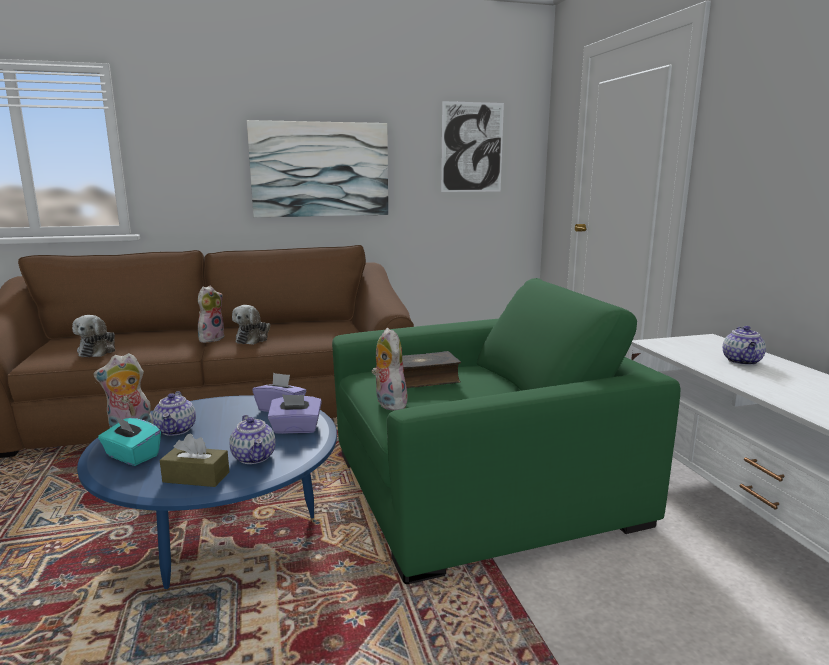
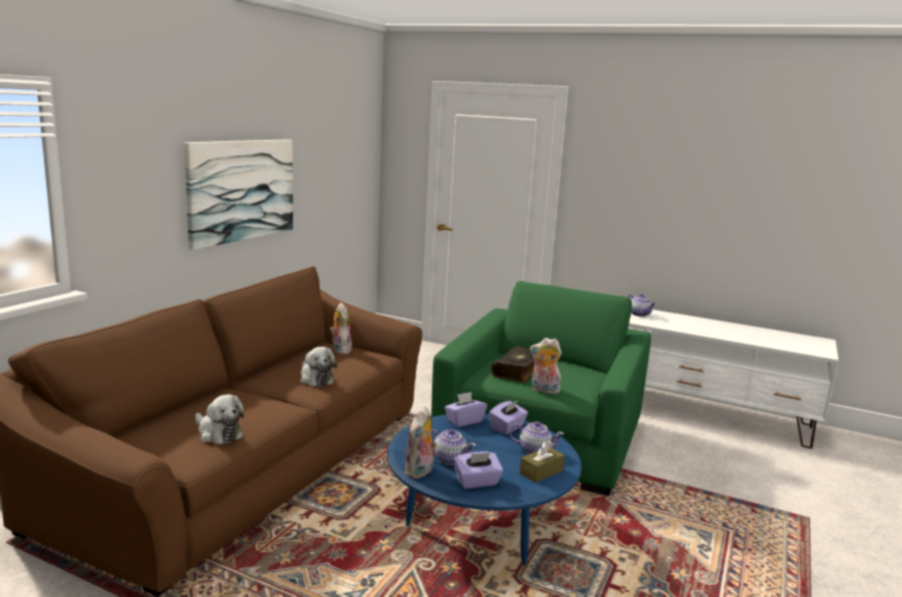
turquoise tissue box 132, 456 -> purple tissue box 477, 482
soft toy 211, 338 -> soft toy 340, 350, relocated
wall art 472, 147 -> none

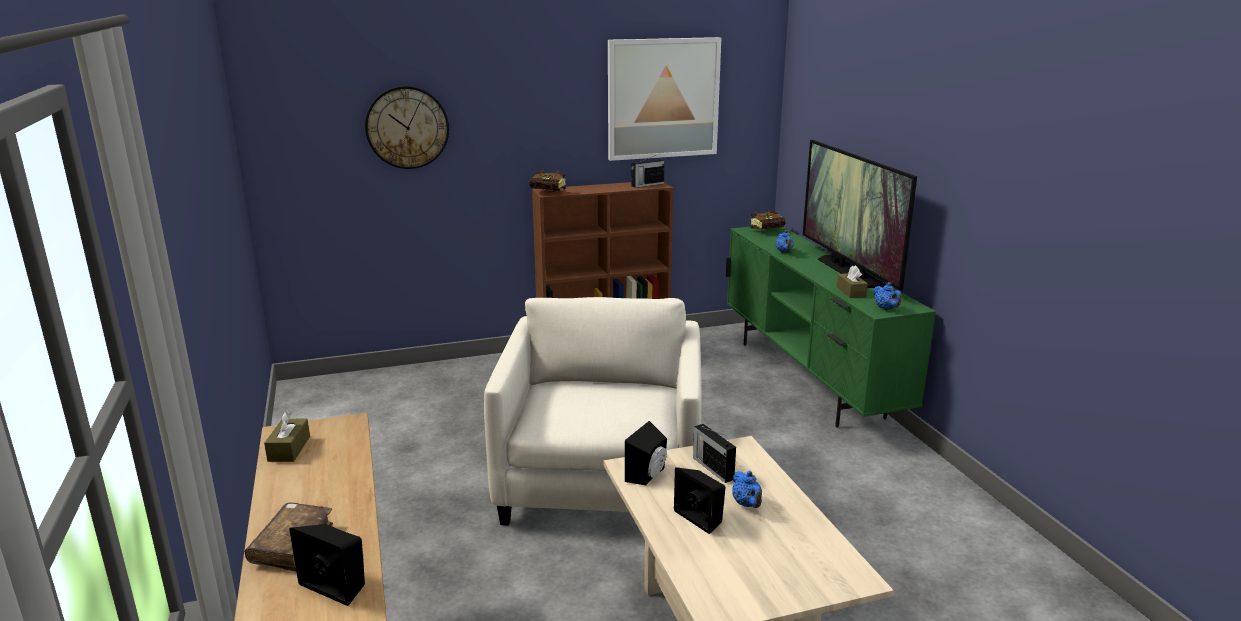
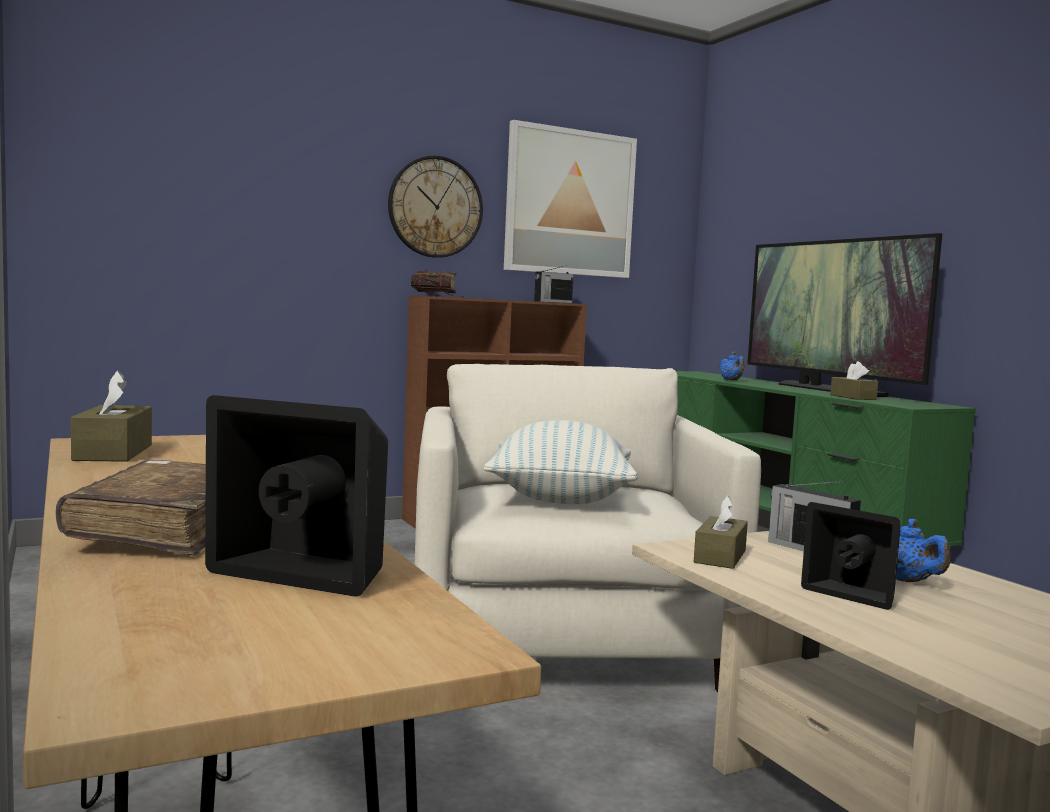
clock on the wall 407, 127 -> clock on the wall 435, 207, relocated
blackish loudspeaker 648, 475 -> brown-coloured tissue box 720, 556
volume 770, 230 -> none
blue teapot 886, 309 -> none
none -> cushion 560, 499

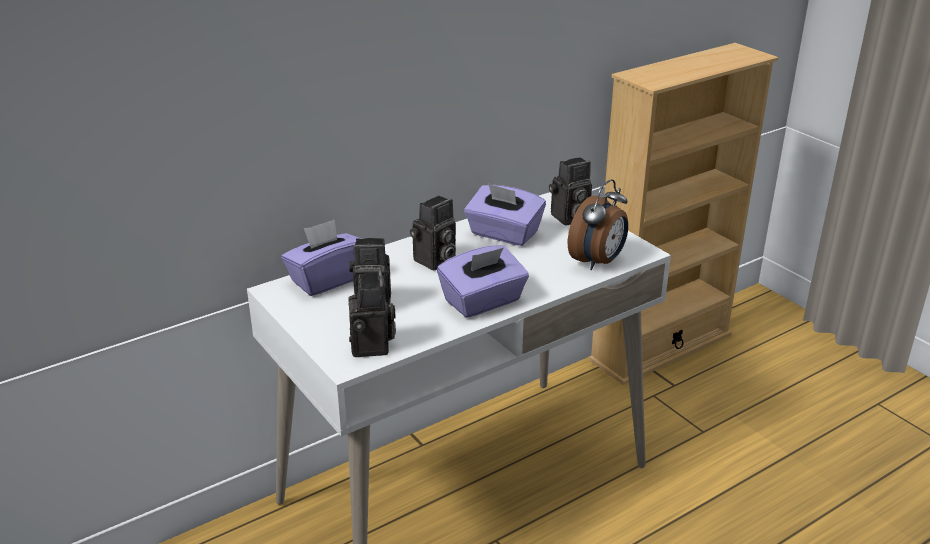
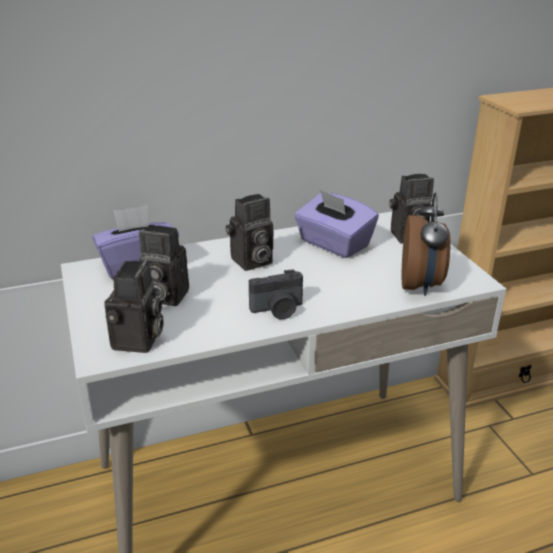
purple tissue box 483, 302 -> still camera 278, 310
table clock 598, 262 -> table clock 421, 285, 45 degrees counterclockwise

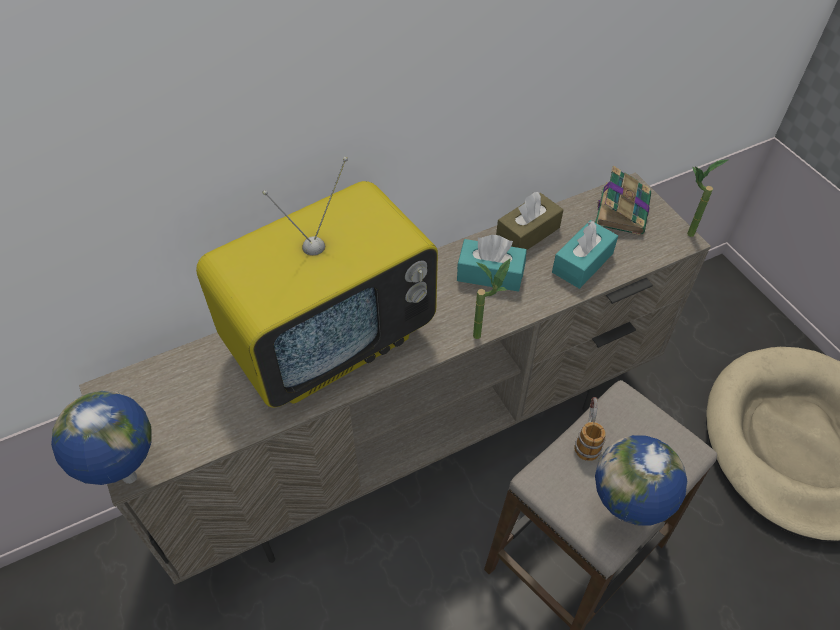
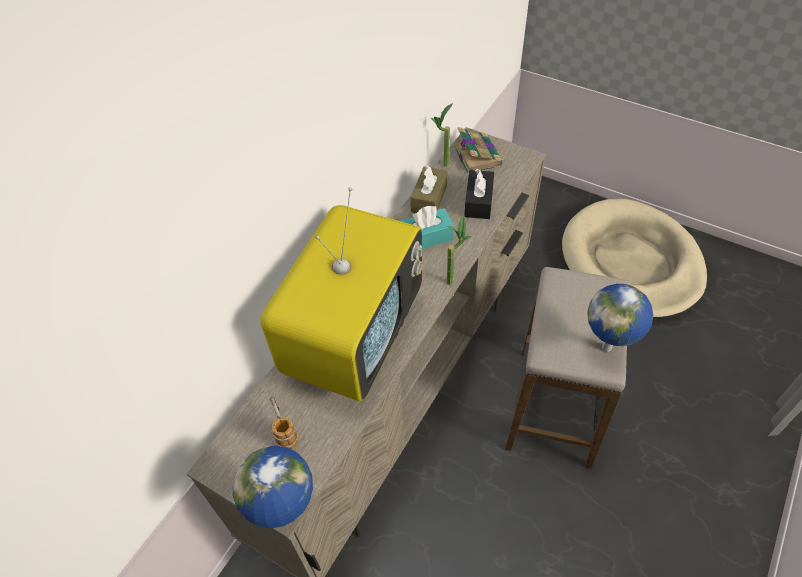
turquoise tissue box 582, 263 -> blackish tissue box 478, 201
coffee mug 587, 438 -> coffee mug 284, 431, relocated
potted plant 683, 234 -> potted plant 441, 166, relocated

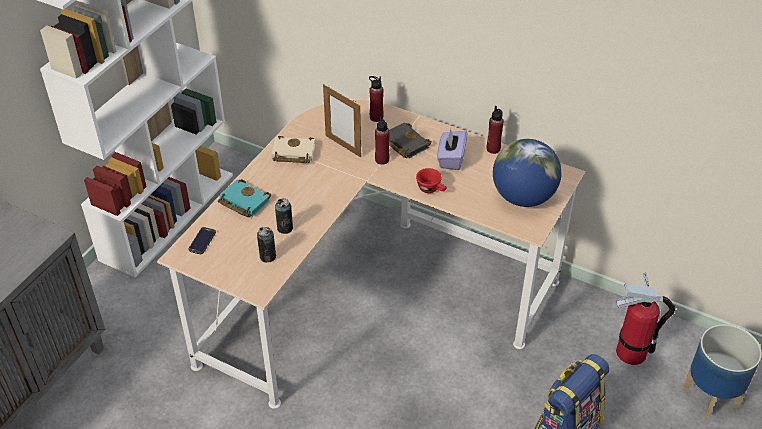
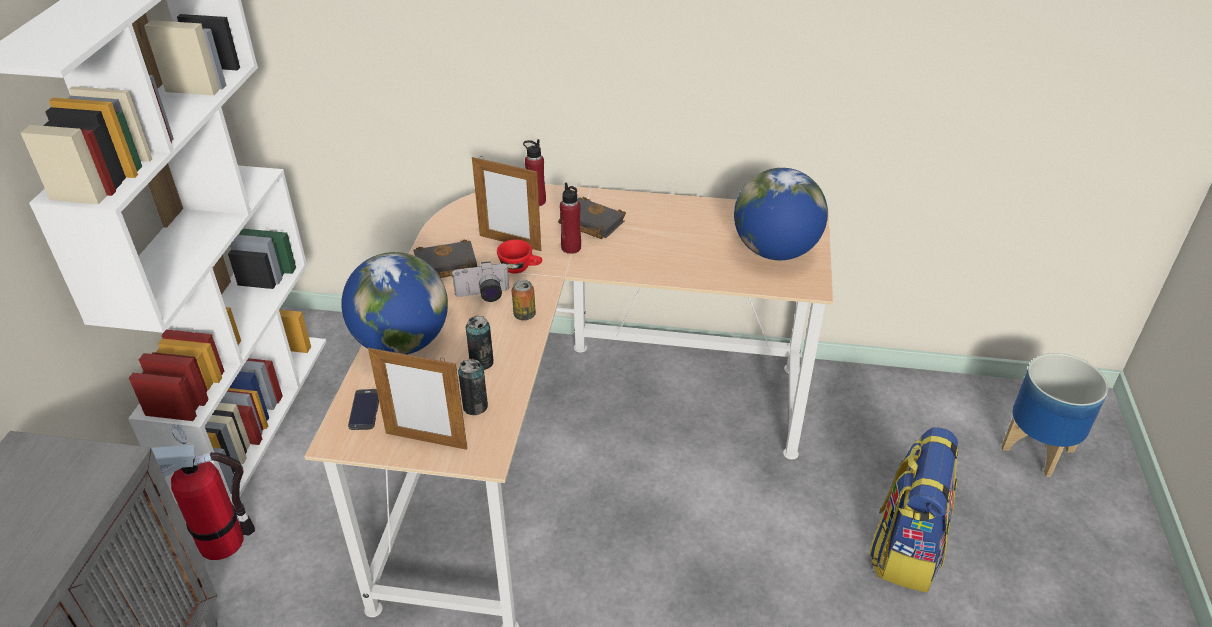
turquoise volume 242, 202 -> world globe 402, 342
sand-coloured volume 292, 153 -> blackish volume 444, 266
red small cup 431, 189 -> red small cup 520, 268, relocated
purple tissue box 451, 159 -> none
red drink bottle 493, 149 -> none
extinguisher 631, 352 -> extinguisher 222, 541, relocated
none -> photo frame 426, 441
none -> still camera 483, 295
none -> metal can 524, 315

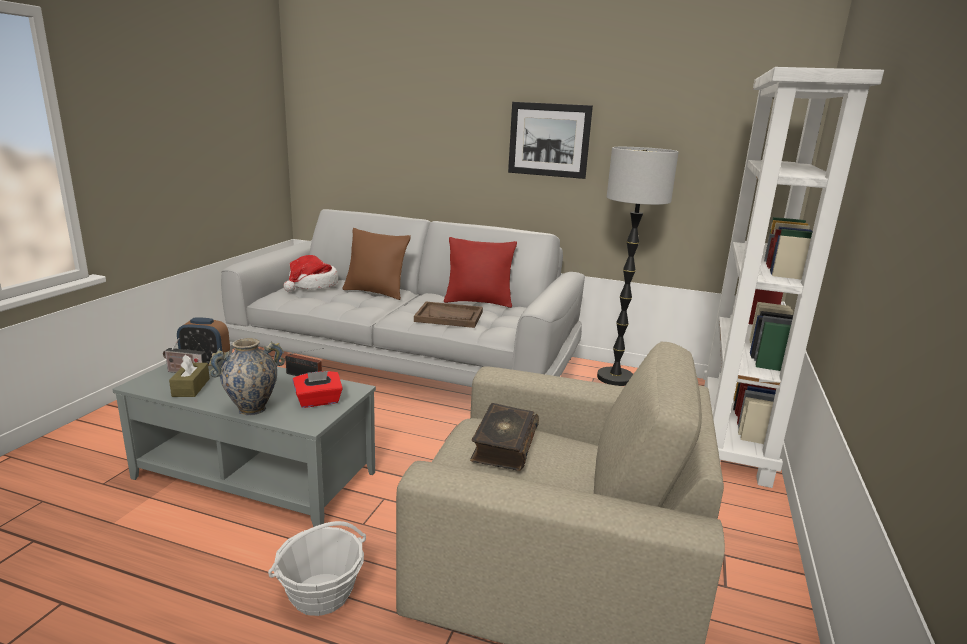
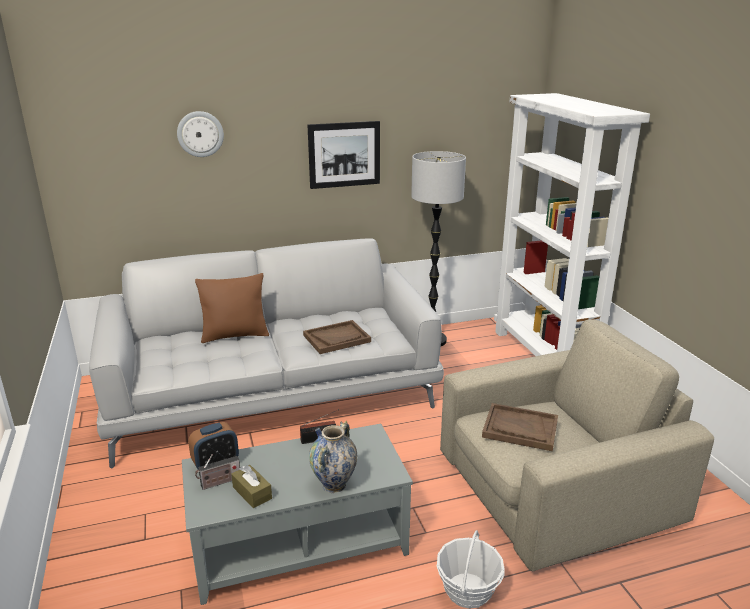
hat 312, 285 -> none
red tissue box 318, 401 -> none
red cushion 478, 302 -> none
volume 503, 446 -> brown-coloured carrying tray 520, 428
none -> clock on the wall 200, 134

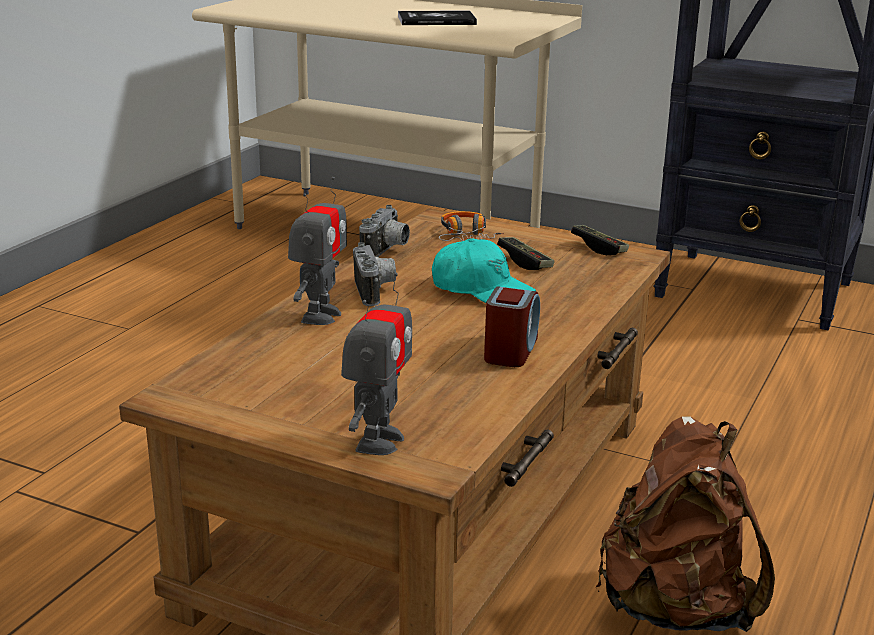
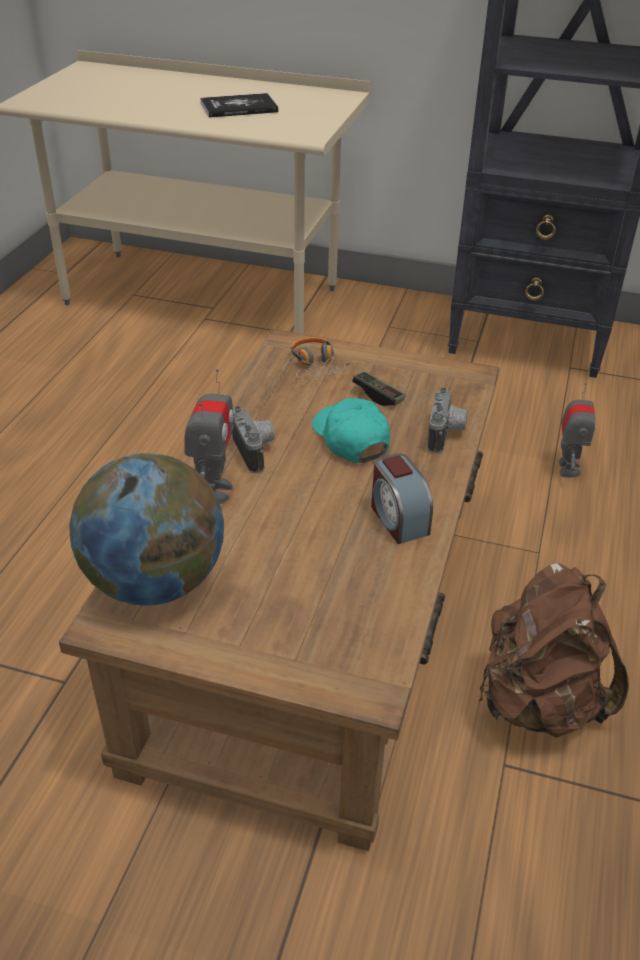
toy robot 378, 441 -> toy robot 567, 468, relocated
still camera 387, 251 -> still camera 446, 435, relocated
turquoise cap 481, 290 -> turquoise cap 350, 439, 135 degrees counterclockwise
table clock 511, 350 -> table clock 398, 519, 150 degrees clockwise
joypad 599, 248 -> none
none -> world globe 154, 582

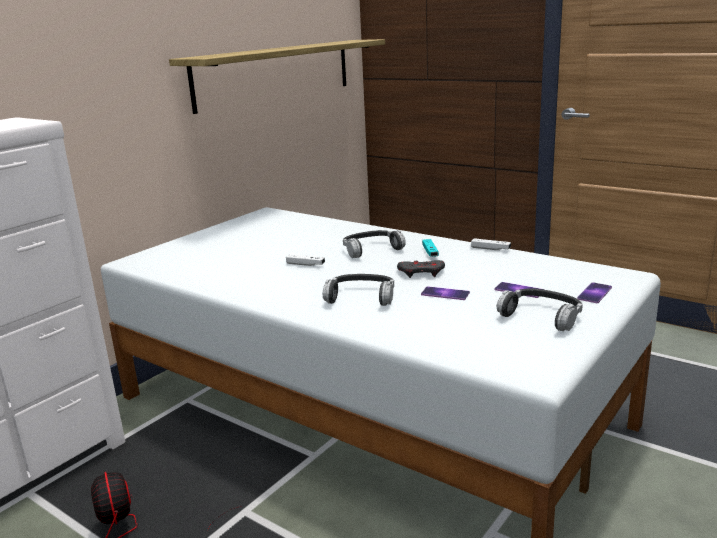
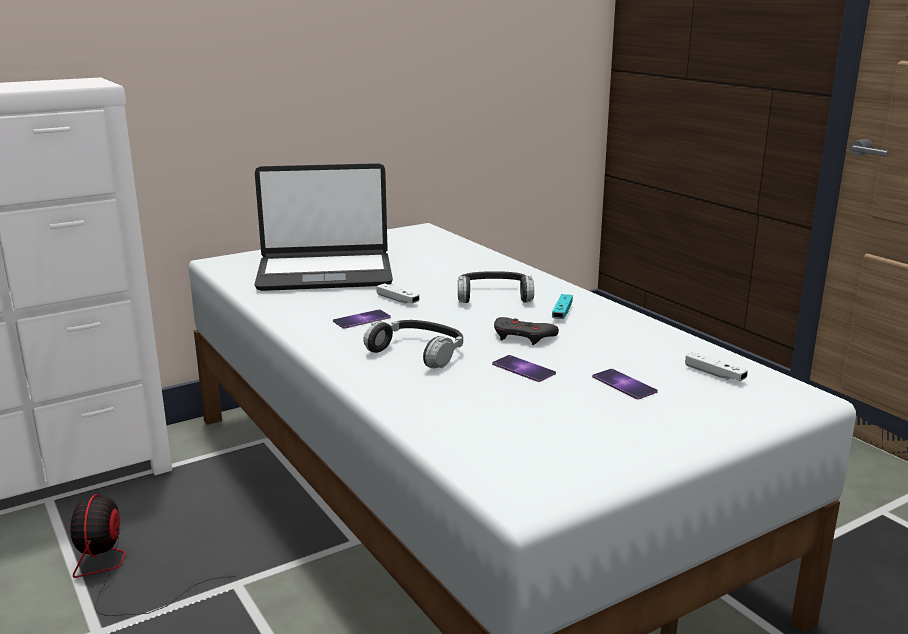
shelf 276, 73 -> none
white joypad 490, 249 -> white joypad 714, 374, relocated
headphones 541, 316 -> none
handset 594, 293 -> handset 362, 319, relocated
none -> laptop 325, 273

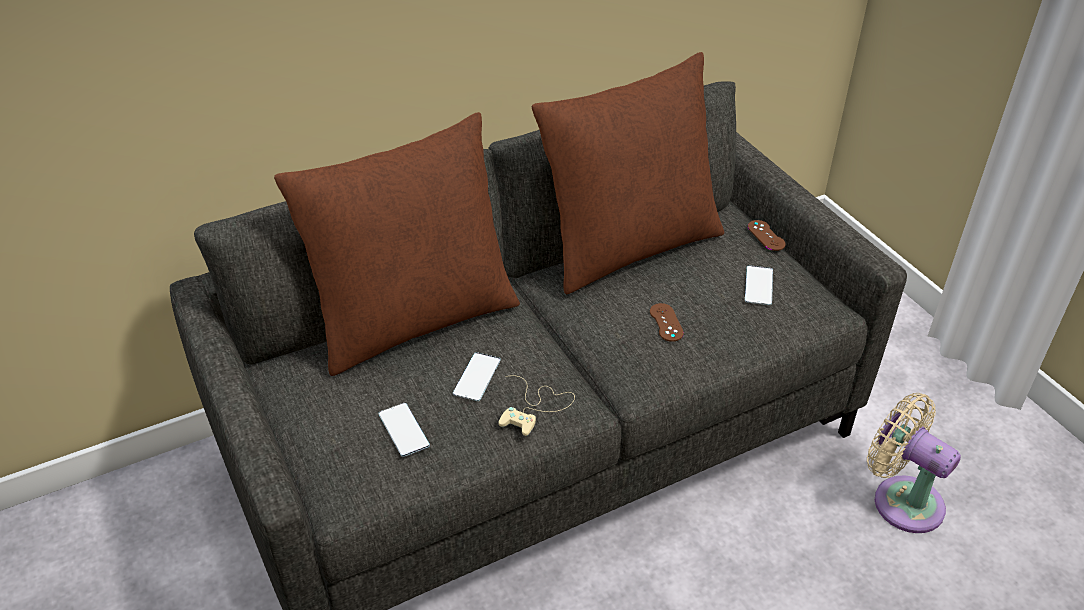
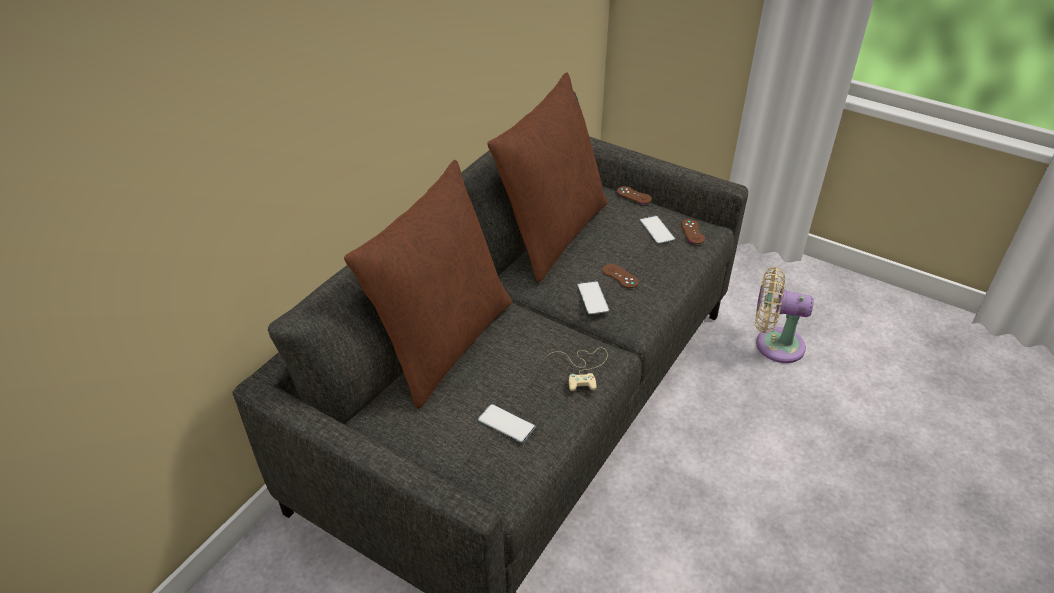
handset 477, 377 -> handset 592, 298, relocated
none -> brown-coloured joypad 692, 231

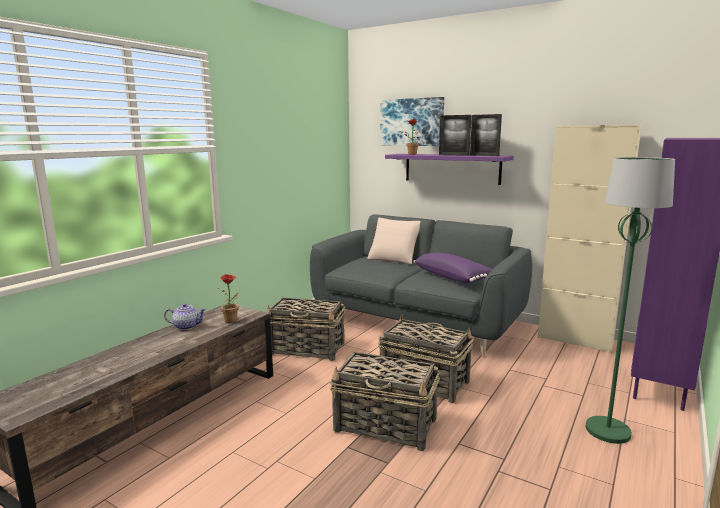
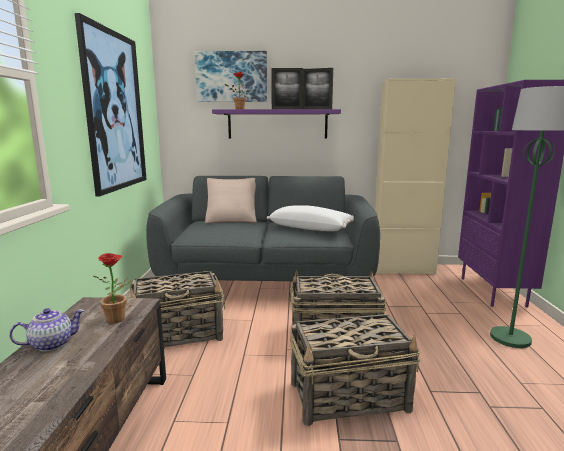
purple cushion 453, 277 -> white cushion 311, 228
none -> wall art 114, 111

